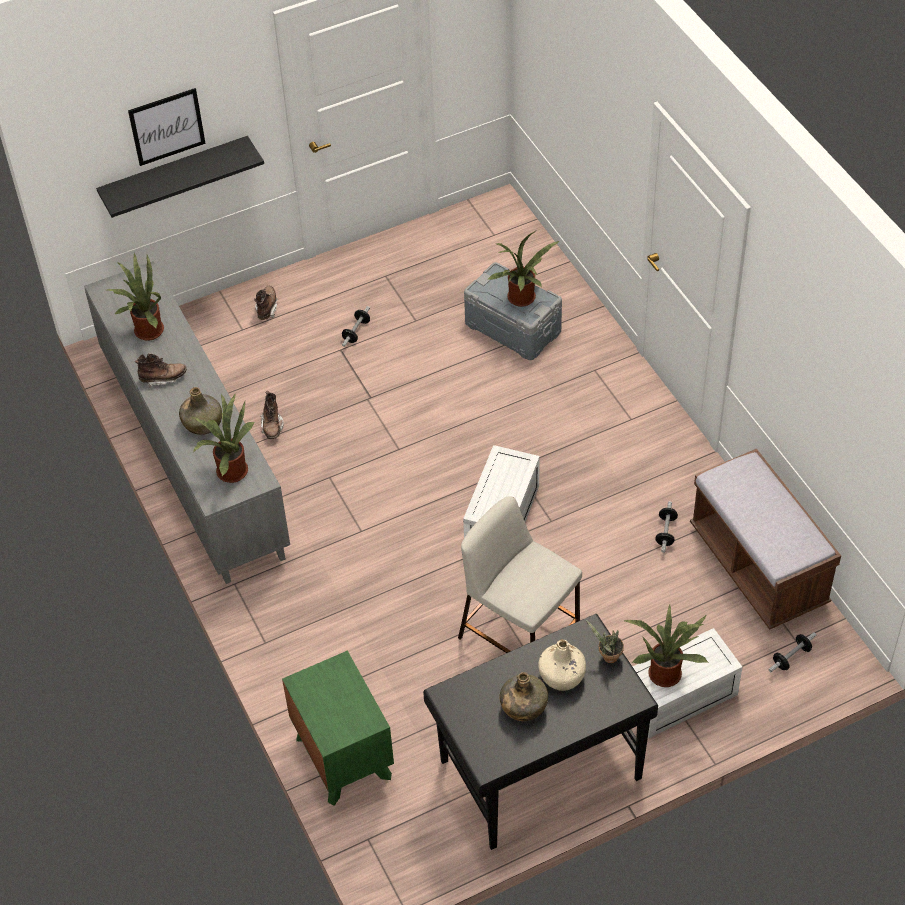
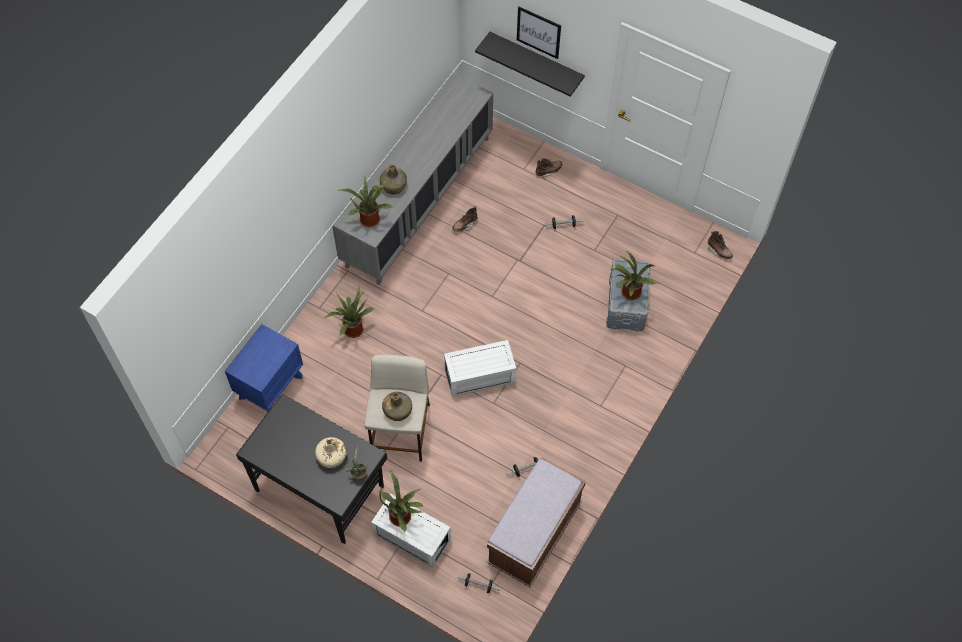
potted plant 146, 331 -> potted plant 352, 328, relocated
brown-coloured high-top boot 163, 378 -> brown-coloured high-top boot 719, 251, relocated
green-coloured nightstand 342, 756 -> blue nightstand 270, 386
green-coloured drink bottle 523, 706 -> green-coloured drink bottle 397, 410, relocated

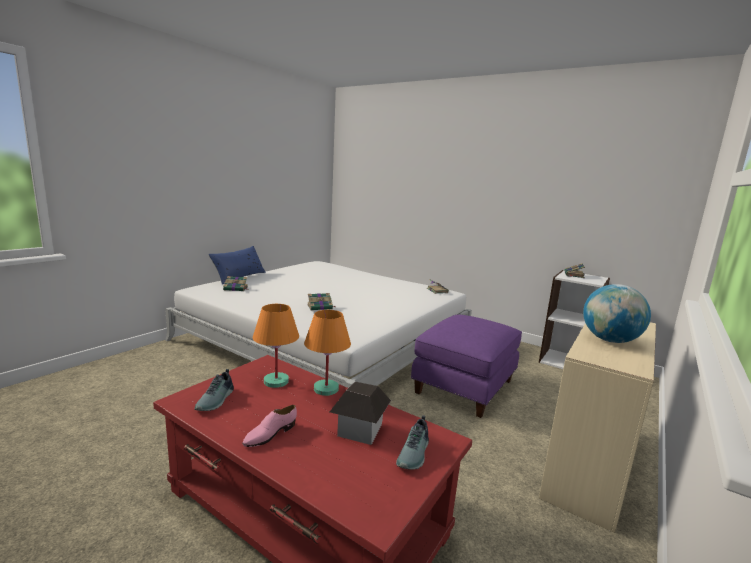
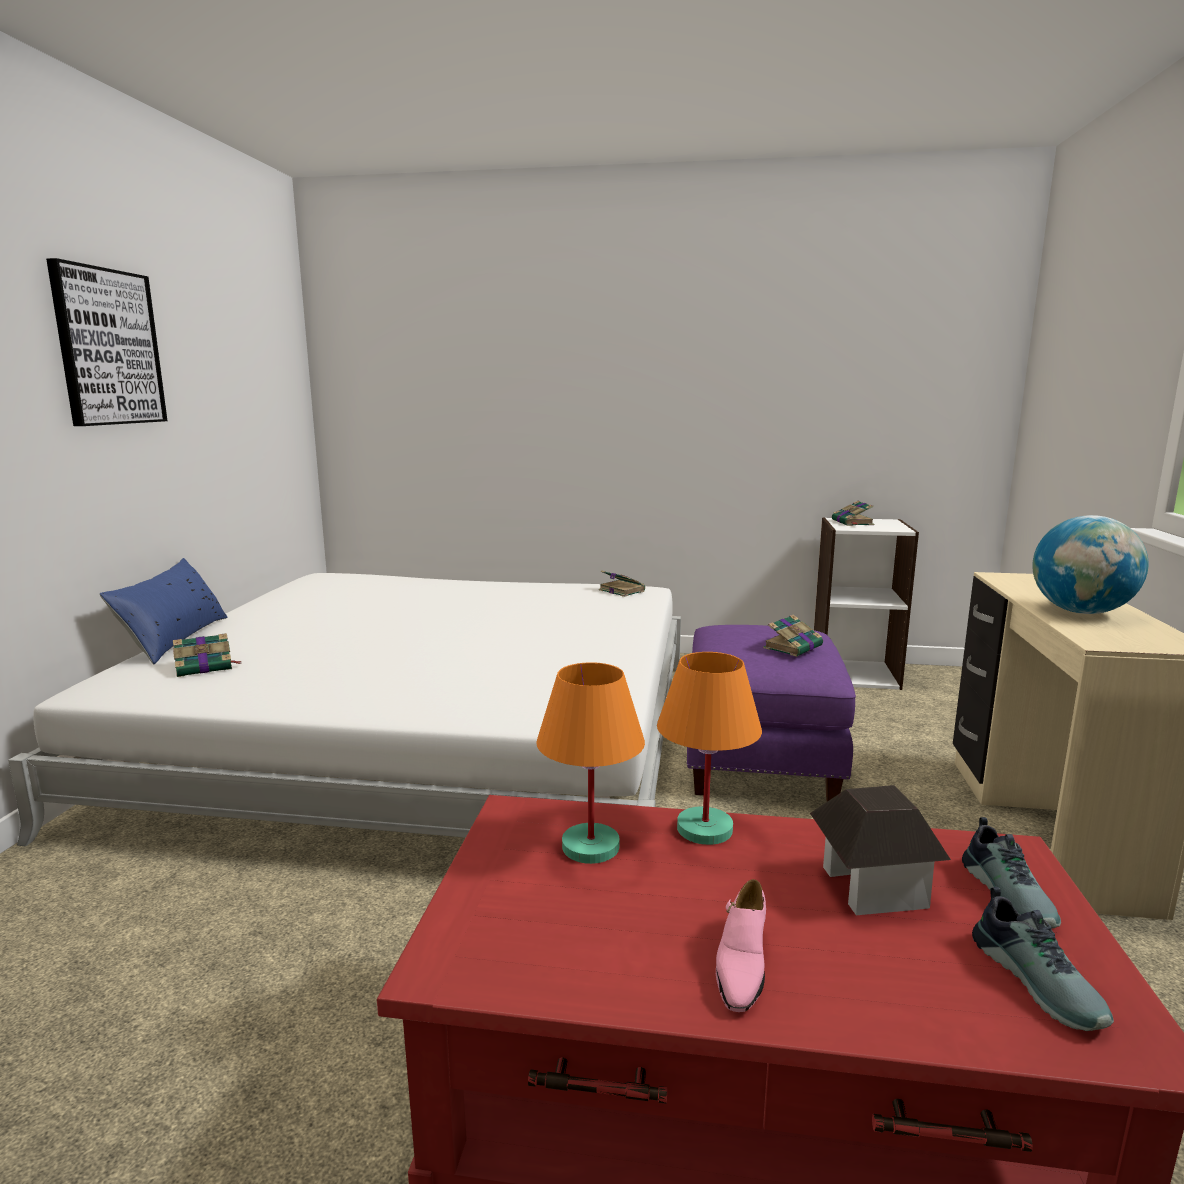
item of footwear 217, 400 -> item of footwear 1040, 980, relocated
volume 320, 307 -> volume 793, 647, relocated
none -> wall art 108, 347

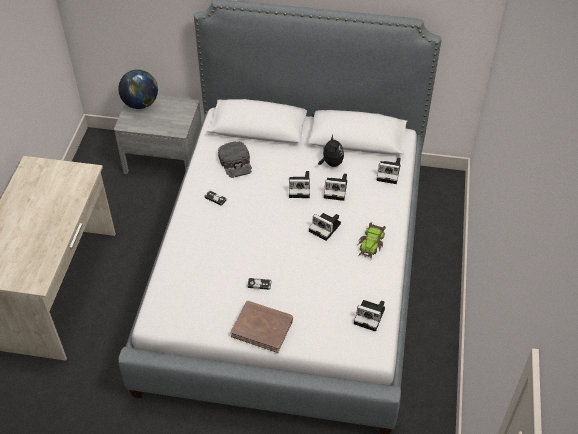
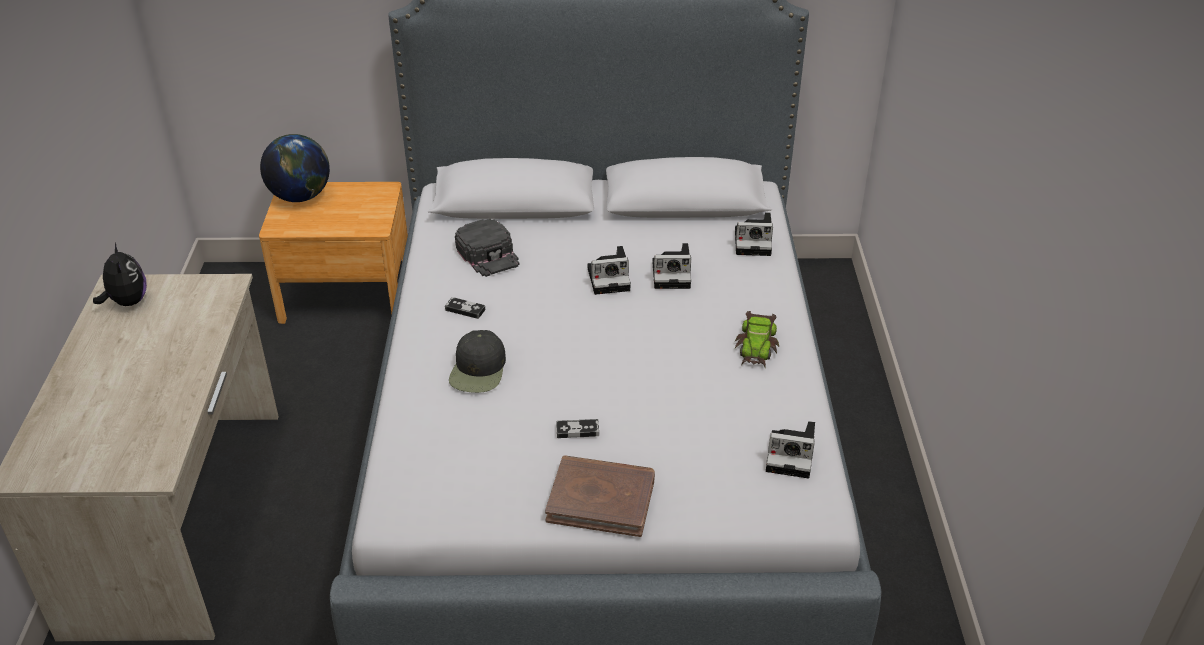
grey nightstand 164, 158 -> brown-coloured nightstand 346, 293
still camera 326, 228 -> none
soft toy 331, 163 -> soft toy 127, 302, relocated
none -> blackish cap 478, 370

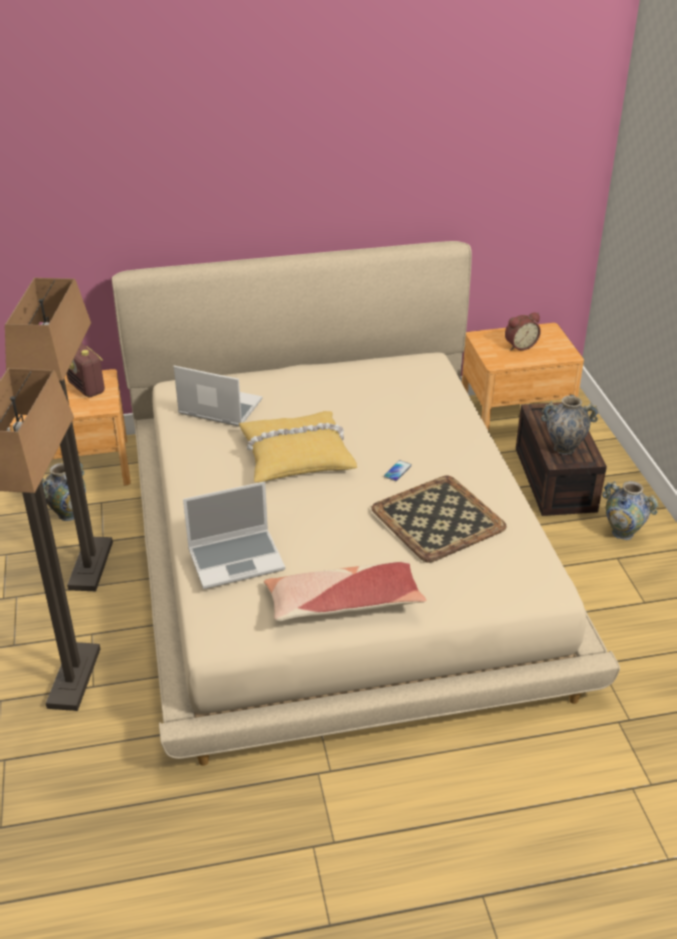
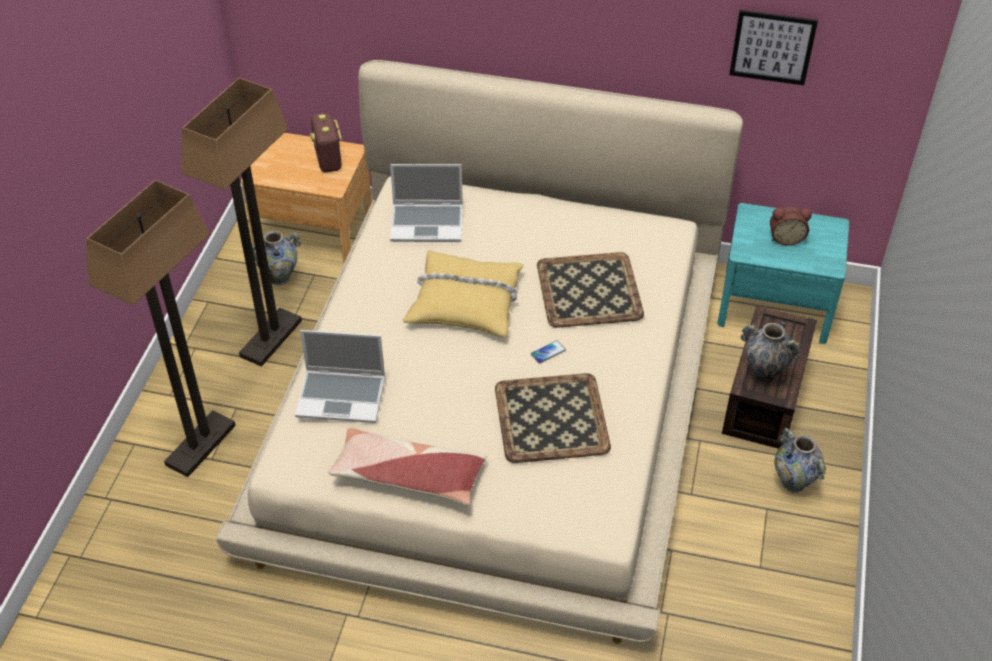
laptop 219, 408 -> laptop 428, 223, 135 degrees clockwise
brown-coloured nightstand 515, 414 -> turquoise nightstand 775, 305
none -> carrying tray 588, 291
none -> wall art 772, 47

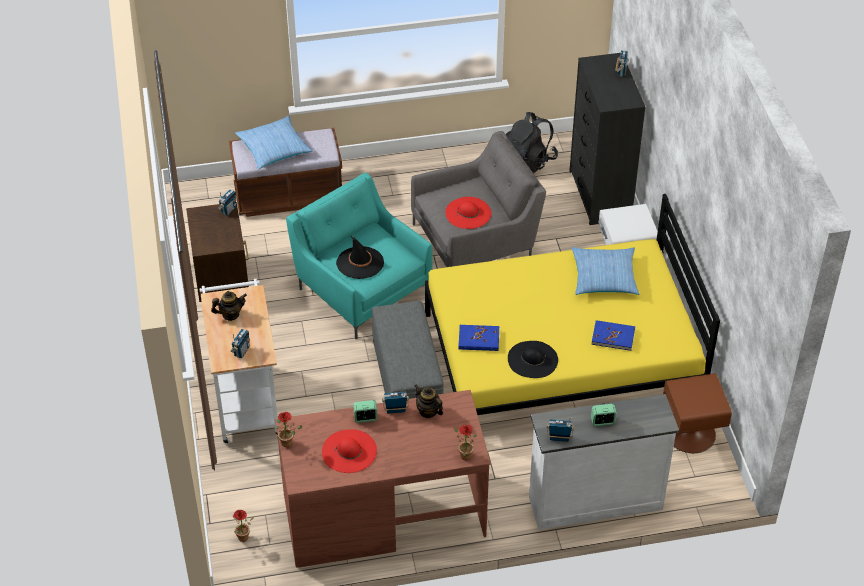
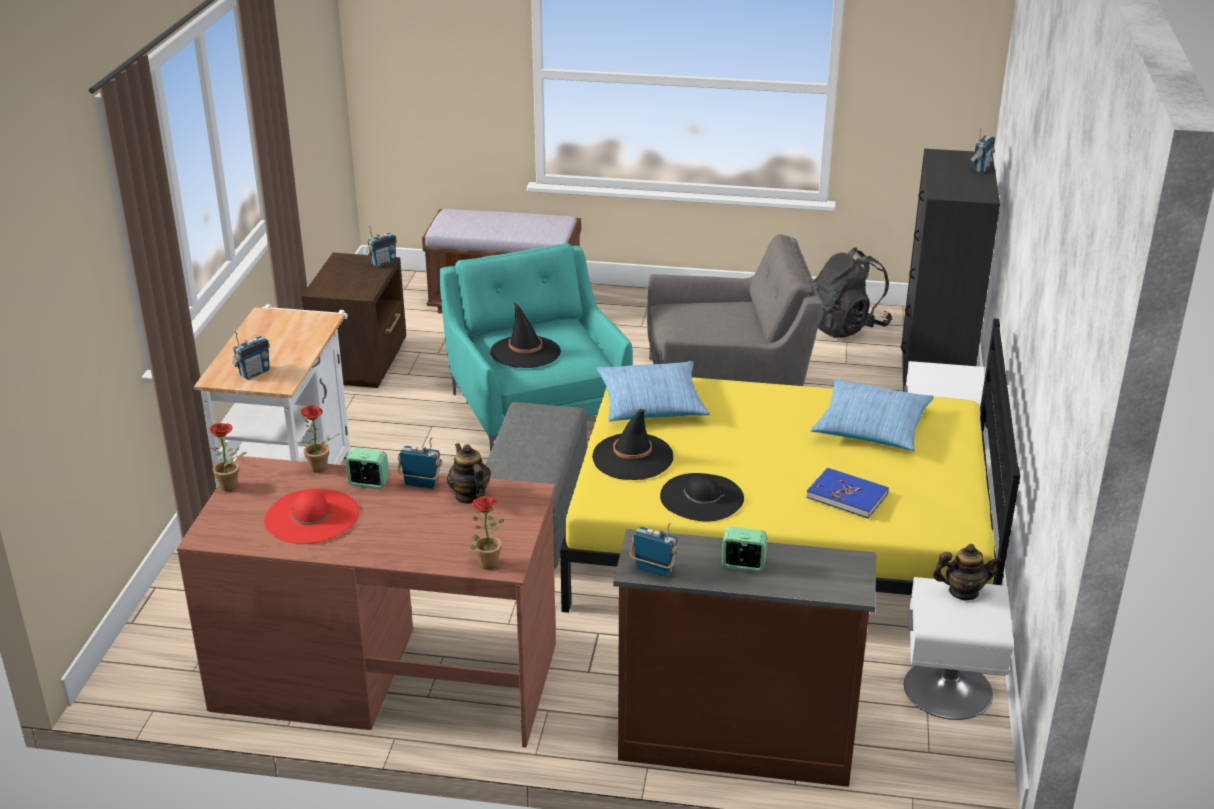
teapot 230, 314 -> teapot 963, 592, relocated
potted plant 244, 539 -> potted plant 318, 470, relocated
cushion 274, 148 -> cushion 651, 403, relocated
red hat 468, 213 -> none
blue volume 478, 339 -> blackish hat 632, 457
white chest of drawers 594, 501 -> brown-coloured chest of drawers 734, 744
brown-coloured nightstand 691, 433 -> white nightstand 949, 689

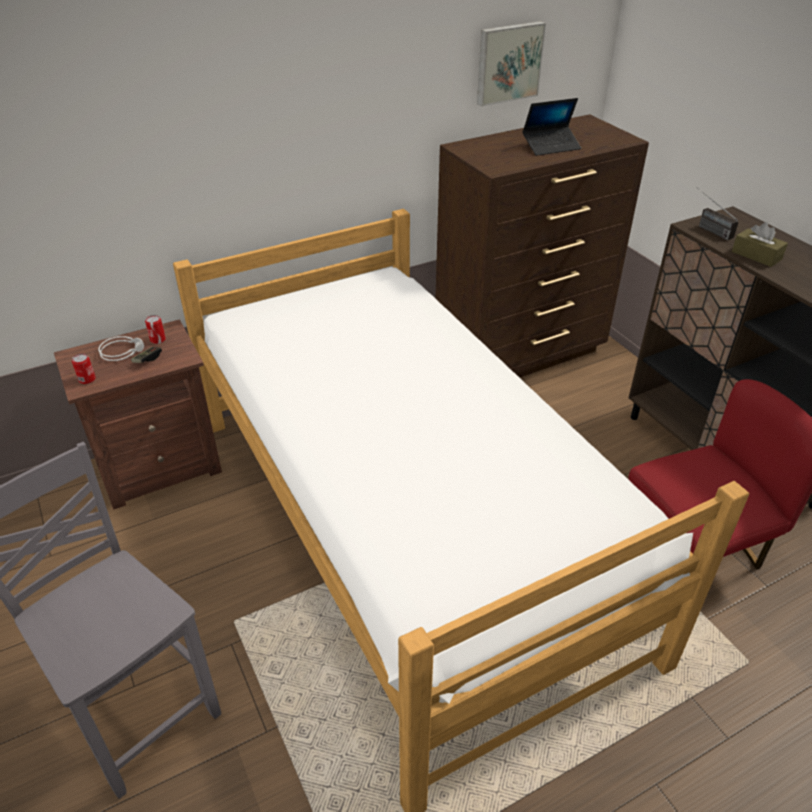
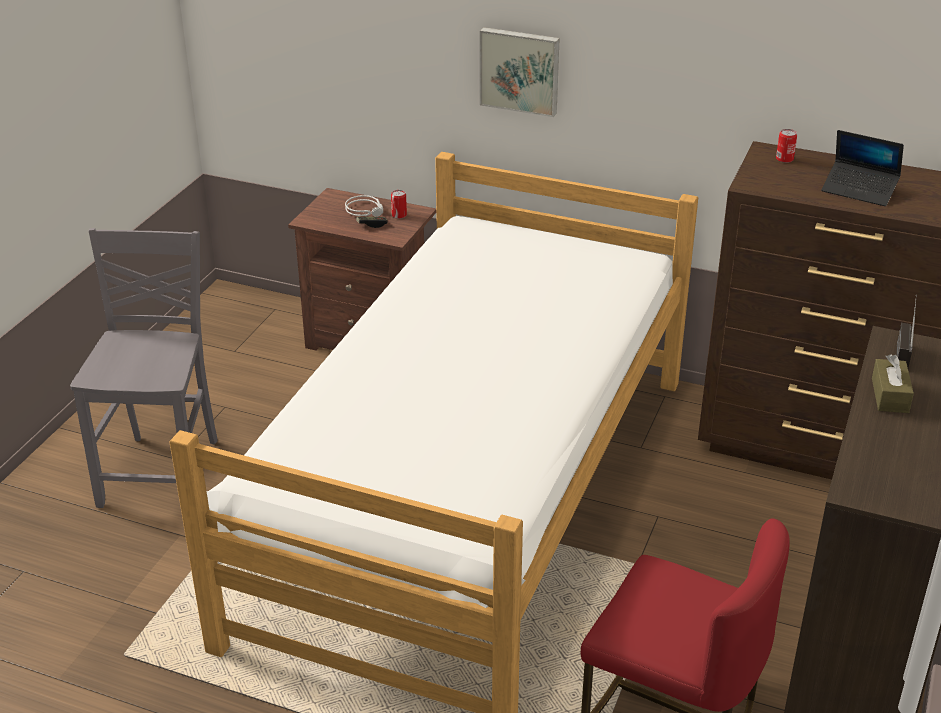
metal can 87, 379 -> metal can 784, 159, relocated
wall art 508, 63 -> wall art 520, 70, relocated

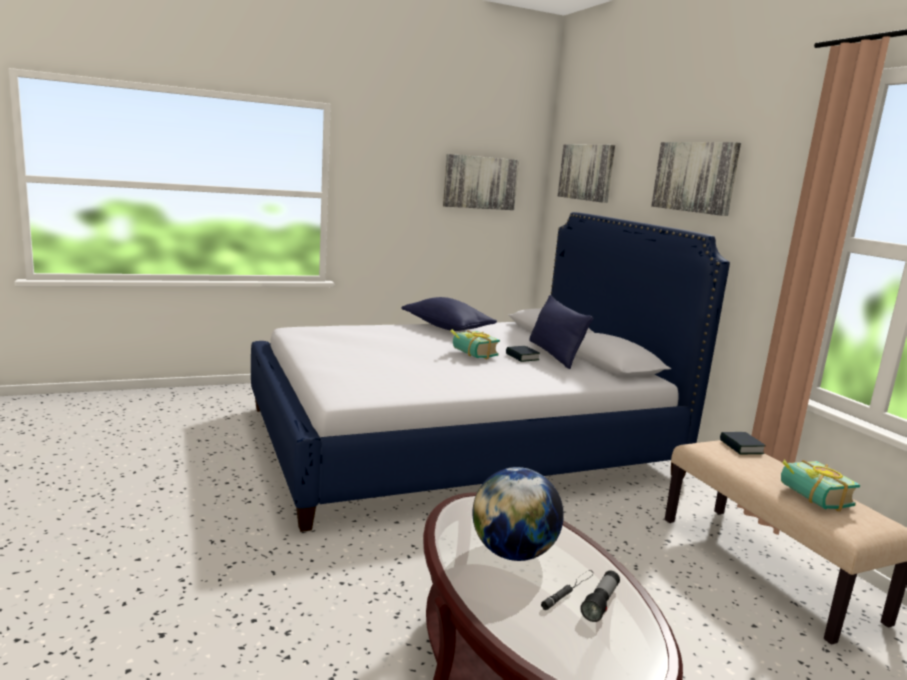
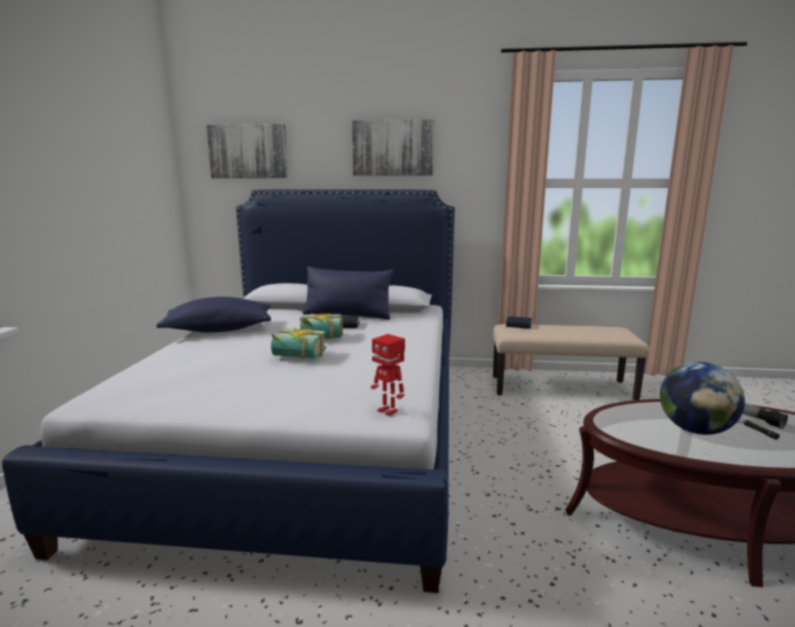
wall art 480, 182 -> none
volume 809, 498 -> volume 297, 357, relocated
none -> toy robot 388, 411

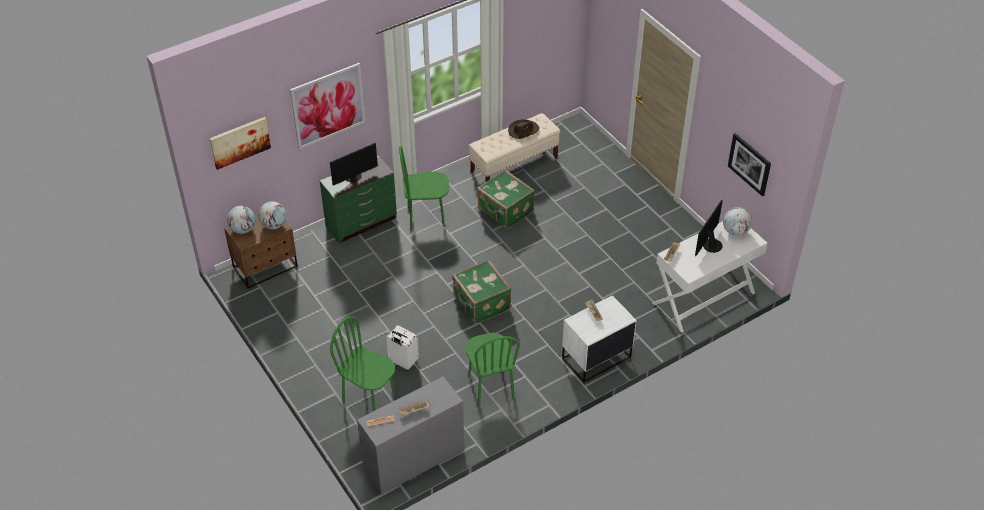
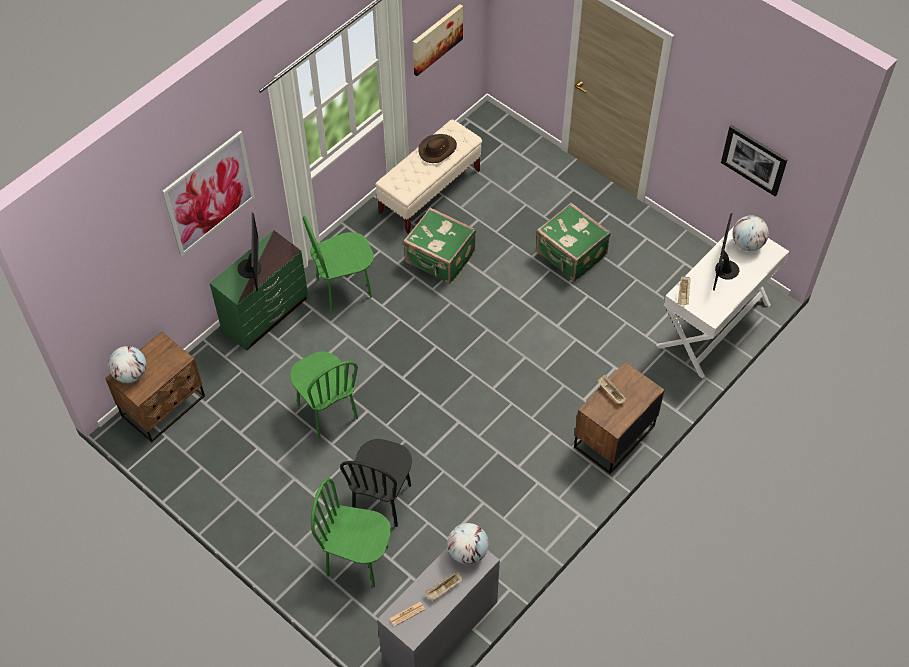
wall art 240, 142 -> wall art 436, 39, relocated
world globe 274, 225 -> world globe 467, 552, relocated
monitor 353, 177 -> monitor 252, 268, 45 degrees counterclockwise
white piece of luggage 403, 362 -> blackish plain chair 382, 499
green-coloured piece of luggage 481, 303 -> green-coloured piece of luggage 570, 255, relocated
green-coloured plain chair 490, 386 -> green-coloured plain chair 327, 412, relocated
white nightstand 595, 358 -> brown-coloured nightstand 613, 436

